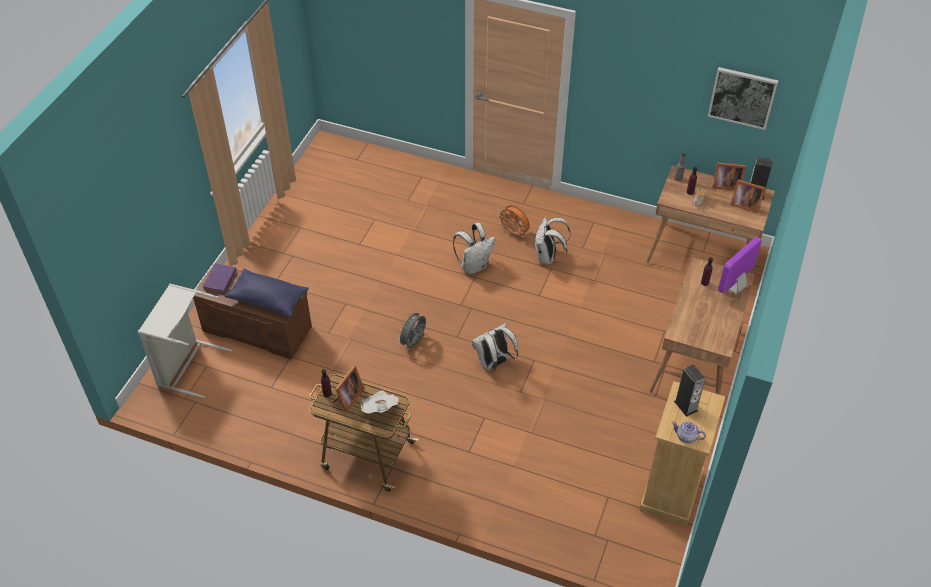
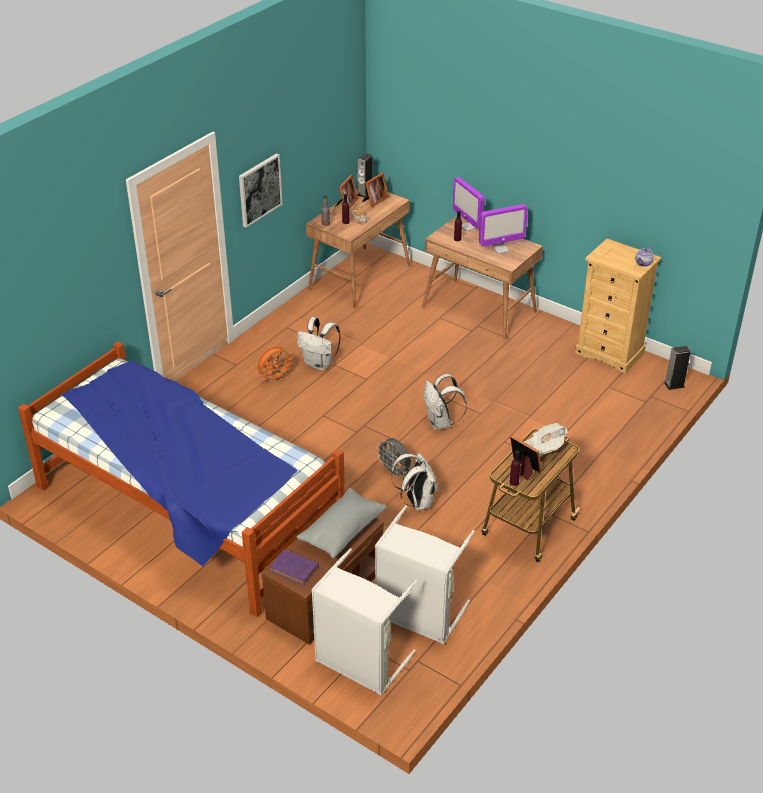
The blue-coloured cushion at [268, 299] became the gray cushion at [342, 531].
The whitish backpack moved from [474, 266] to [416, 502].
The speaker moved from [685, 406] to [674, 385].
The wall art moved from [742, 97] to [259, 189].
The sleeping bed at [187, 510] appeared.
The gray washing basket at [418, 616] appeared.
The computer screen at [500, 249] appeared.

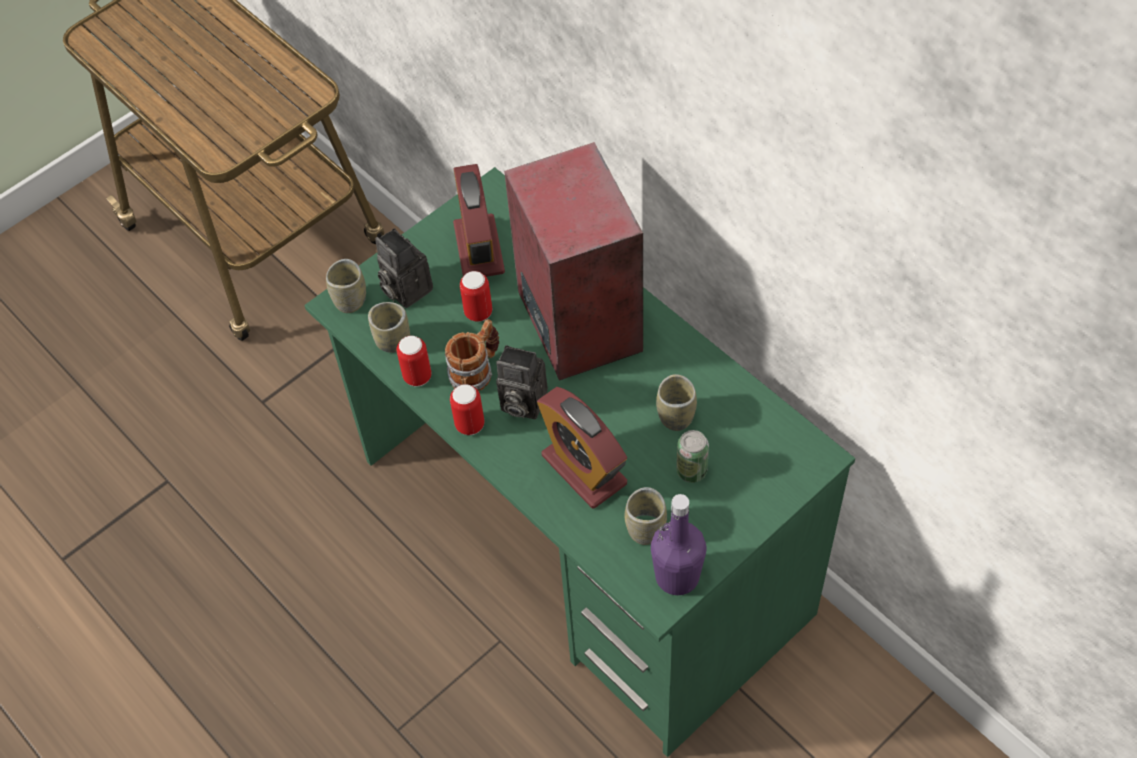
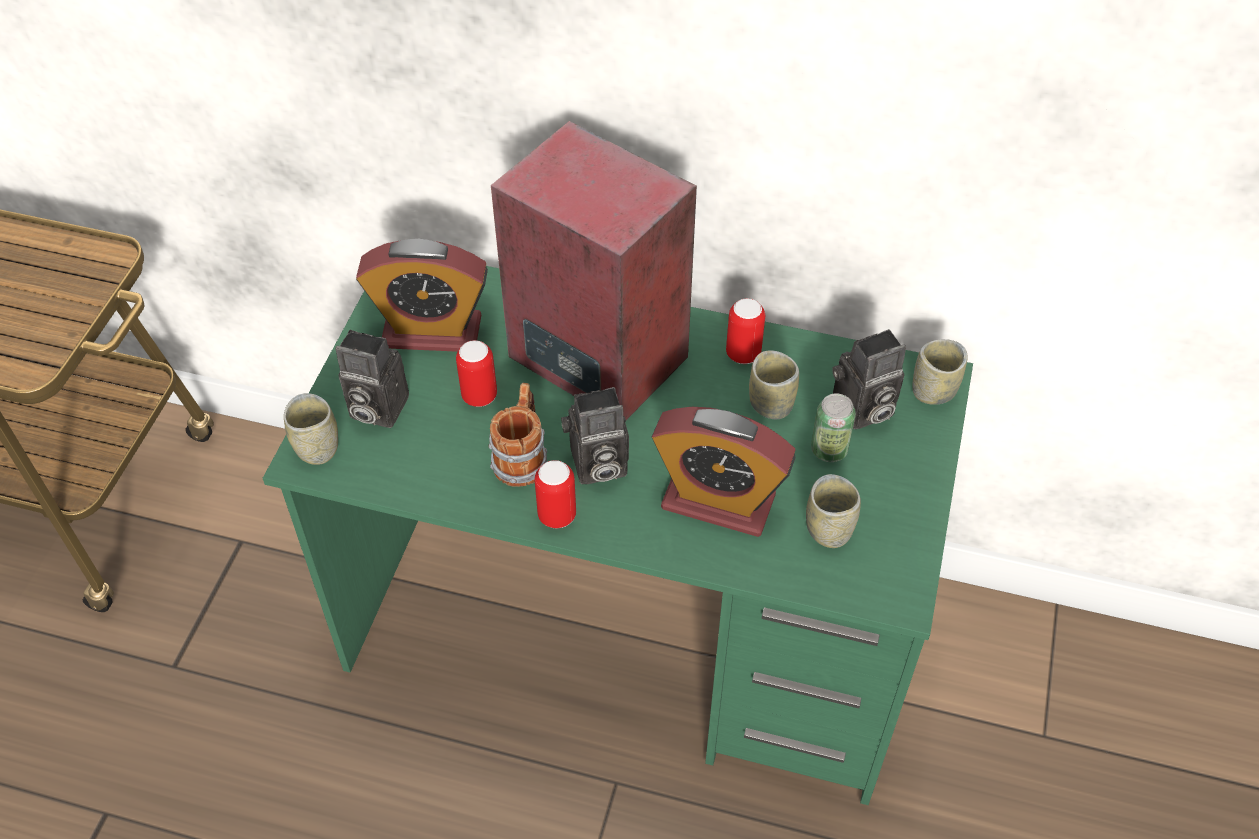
The cup moved from [393, 341] to [933, 391].
The can moved from [417, 376] to [743, 354].
The table clock at [479, 248] turned 45 degrees counterclockwise.
The purple beverage bottle at [677, 576] disappeared.
The still camera at [862, 411] appeared.

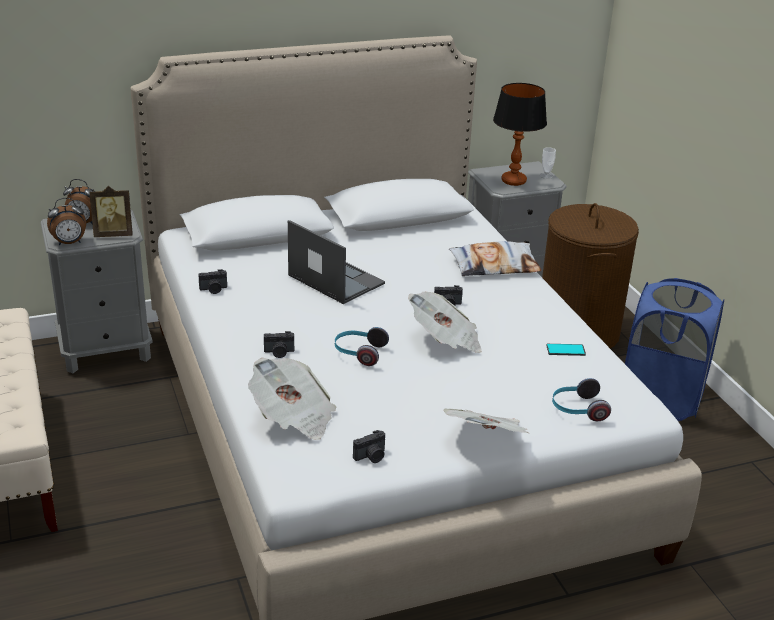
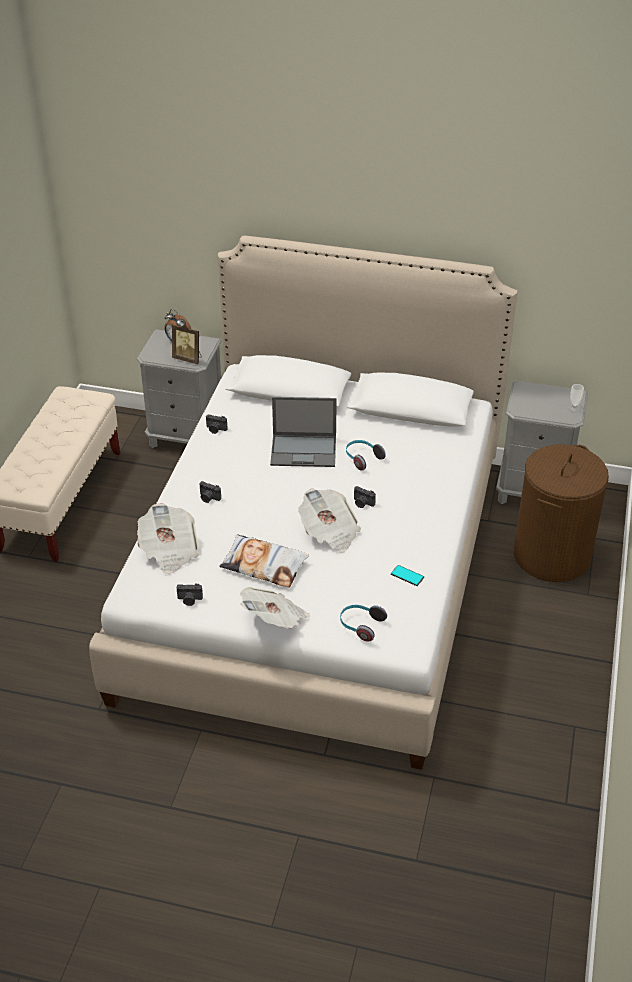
The table clock at [69, 243] disappeared.
The laptop at [335, 279] turned 105 degrees clockwise.
The headset moved from [359, 353] to [362, 458].
The cushion moved from [494, 266] to [264, 565].
The table lamp at [514, 181] disappeared.
The blue-coloured washing basket at [661, 399] disappeared.

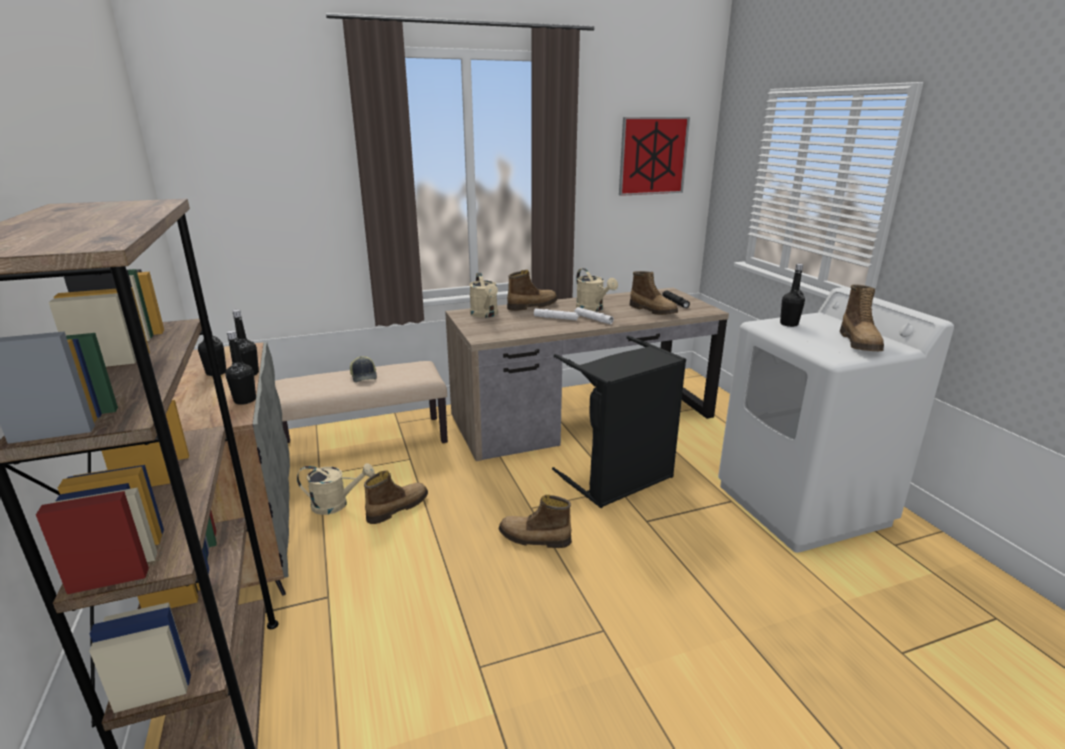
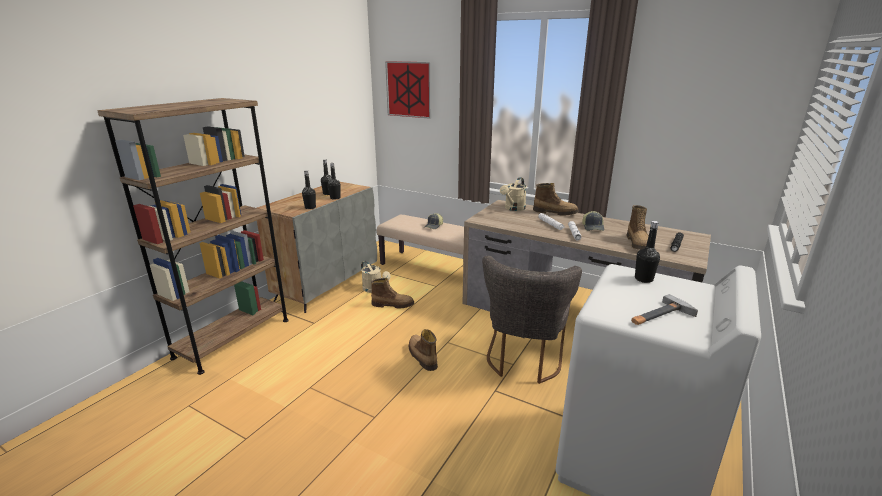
The black washing basket at [620, 480] was replaced by the gray upright chair at [523, 360].
The beige-coloured sprinkling can at [593, 309] was replaced by the peaked cap at [593, 227].
The wall art moved from [653, 156] to [409, 89].
The tall boot at [860, 343] was replaced by the hammer at [660, 316].

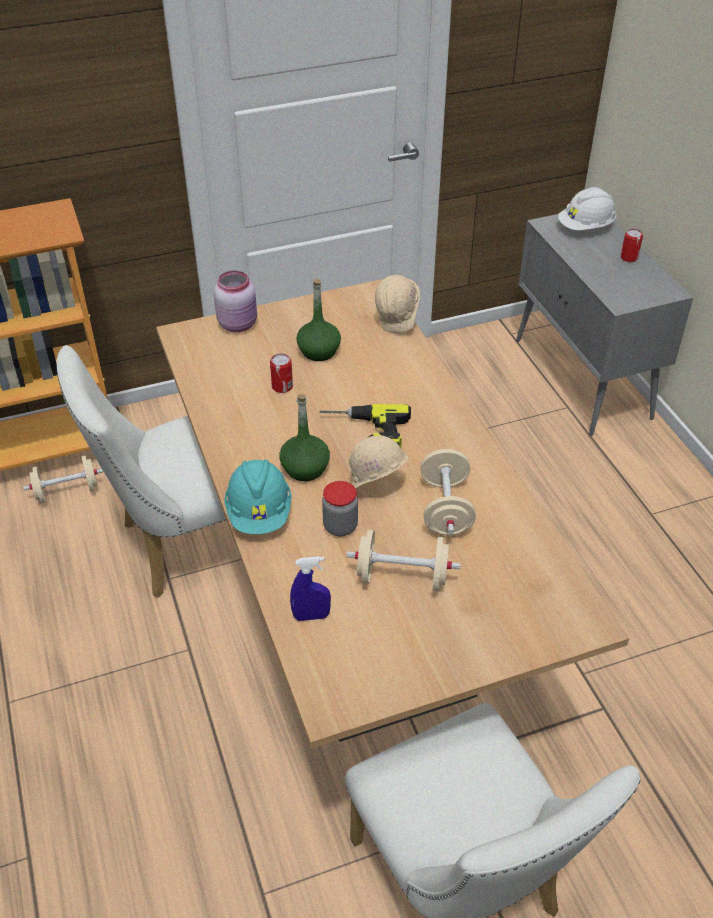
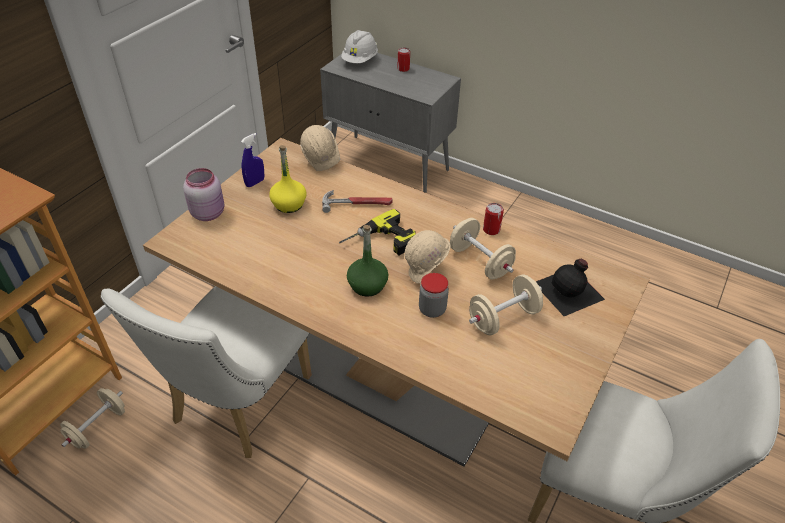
The blue-green hard hat at [259, 513] disappeared.
The can moved from [282, 386] to [491, 230].
The blue-coloured spray bottle moved from [311, 616] to [255, 183].
The green beverage bottle at [319, 351] became the yellowish beverage bottle at [289, 204].
The hammer at [357, 203] appeared.
The black beverage bottle at [570, 291] appeared.

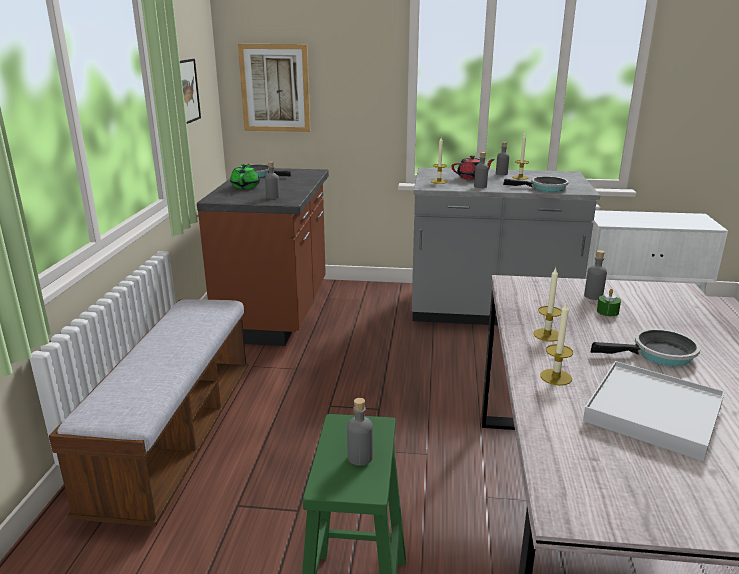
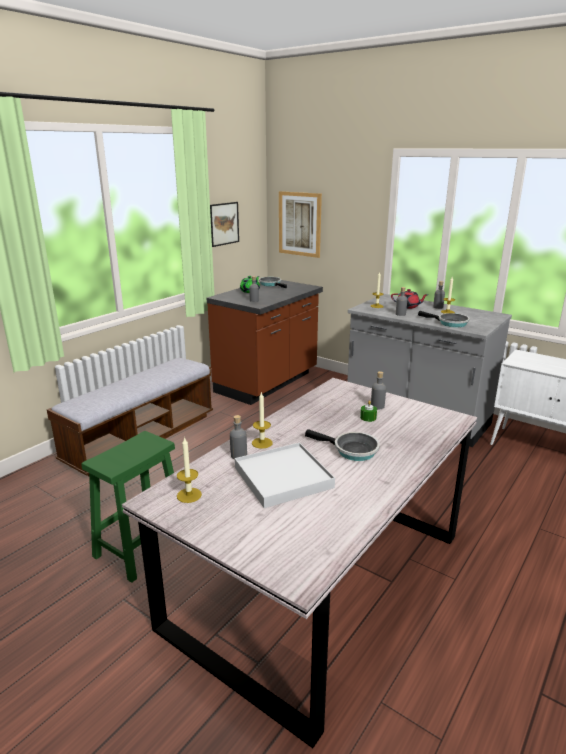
The gray beverage bottle moved from [360, 457] to [238, 455].
The wax light moved from [547, 335] to [189, 495].

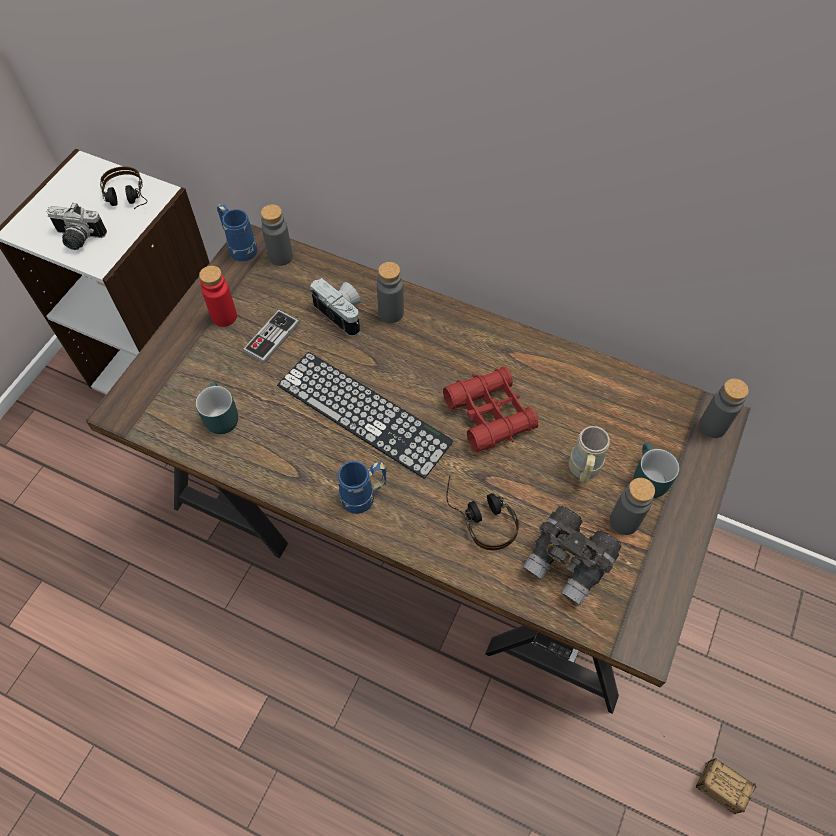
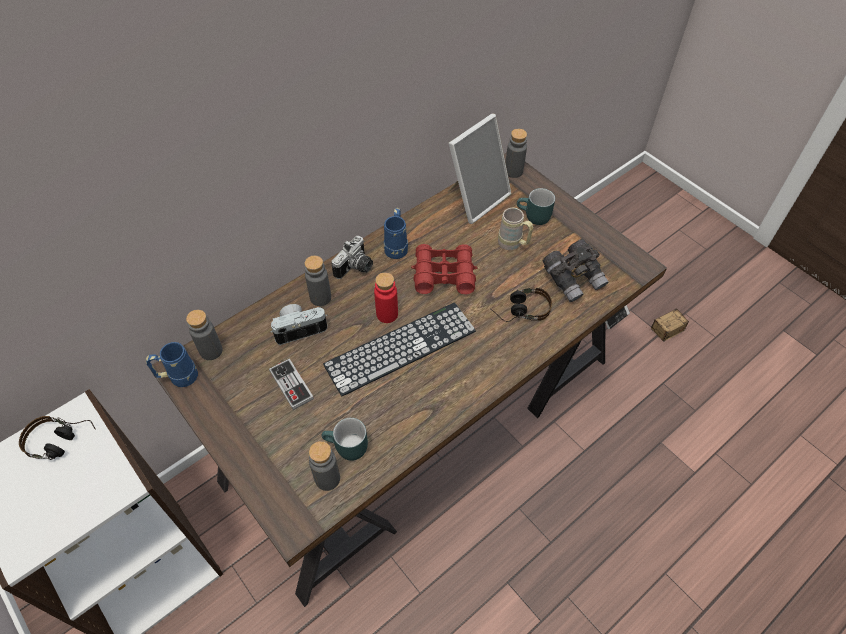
The still camera moved from [78, 239] to [356, 268].
The red beverage bottle moved from [224, 316] to [387, 314].
The blue-coloured mug moved from [364, 497] to [397, 246].
The gray beverage bottle moved from [624, 521] to [327, 478].
The standing frame at [476, 198] appeared.

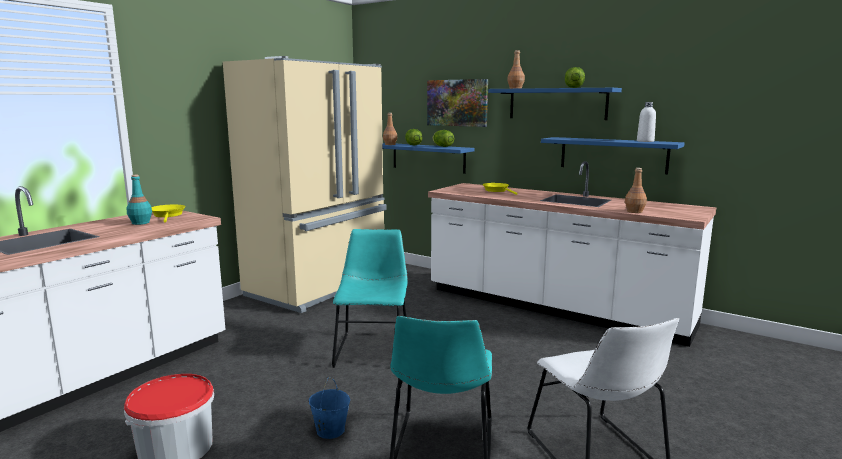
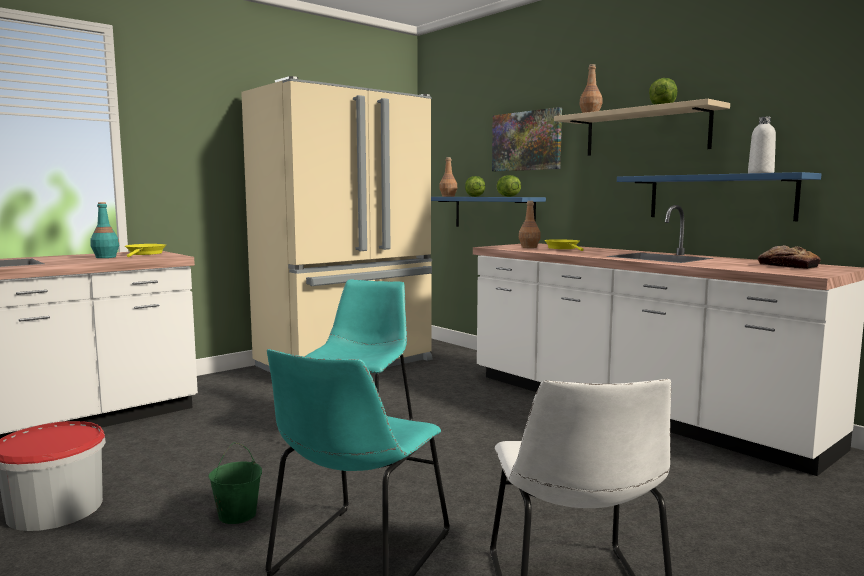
The blue-coloured water bucket at [330, 430] became the green water bucket at [236, 515].
The blue-coloured bracket shelf at [557, 104] became the beige-coloured bracket shelf at [646, 132].
The brown-coloured beverage bottle moved from [634, 211] to [528, 247].
The bread at [787, 266] appeared.

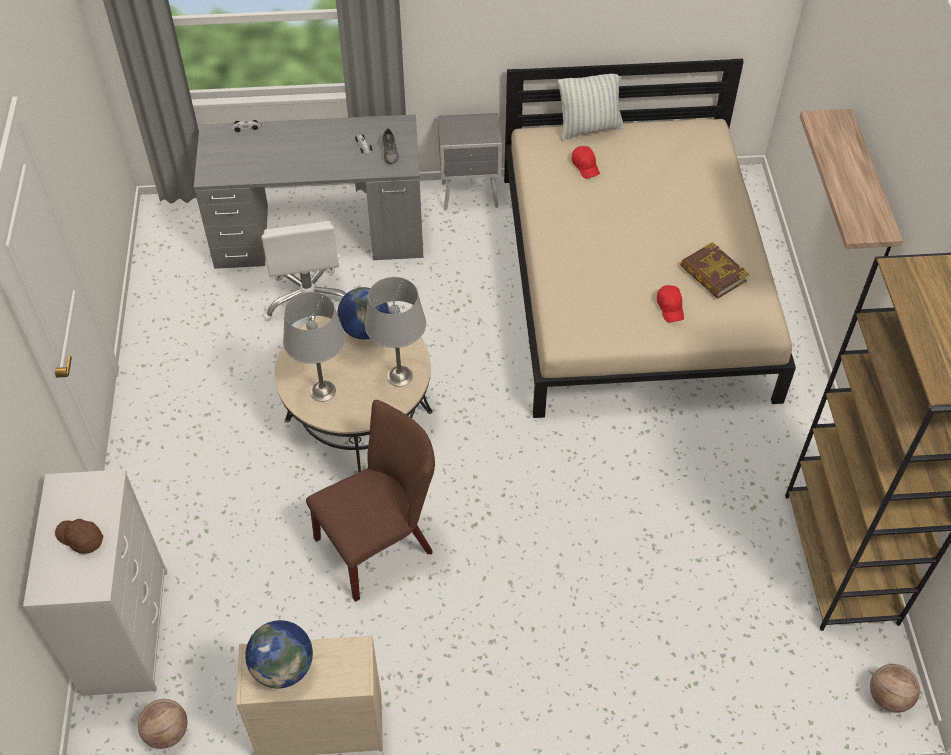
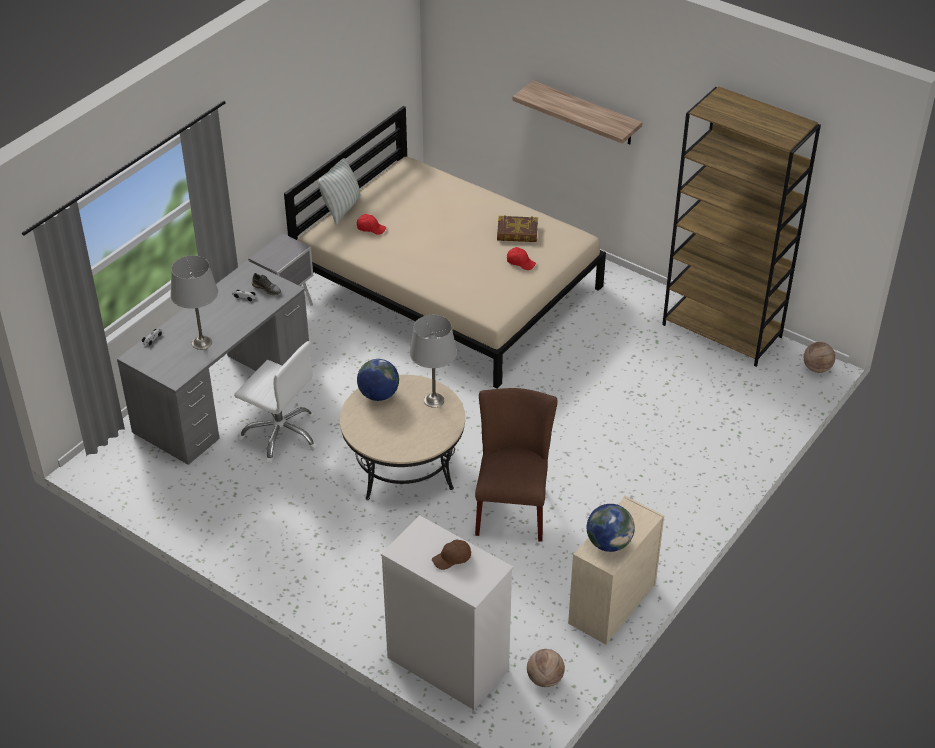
The gray table lamp moved from [322, 391] to [202, 343].

